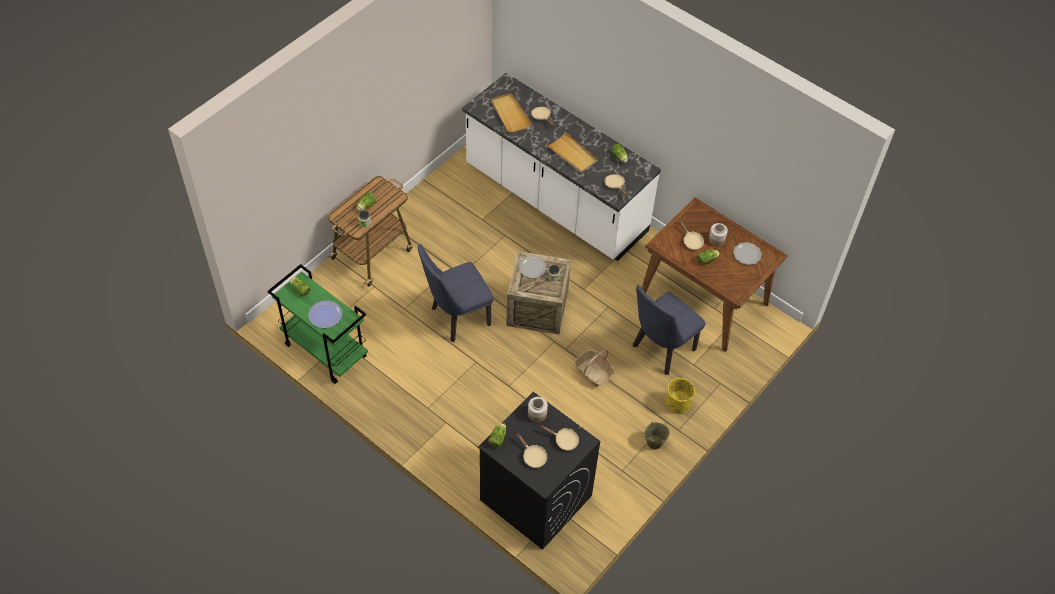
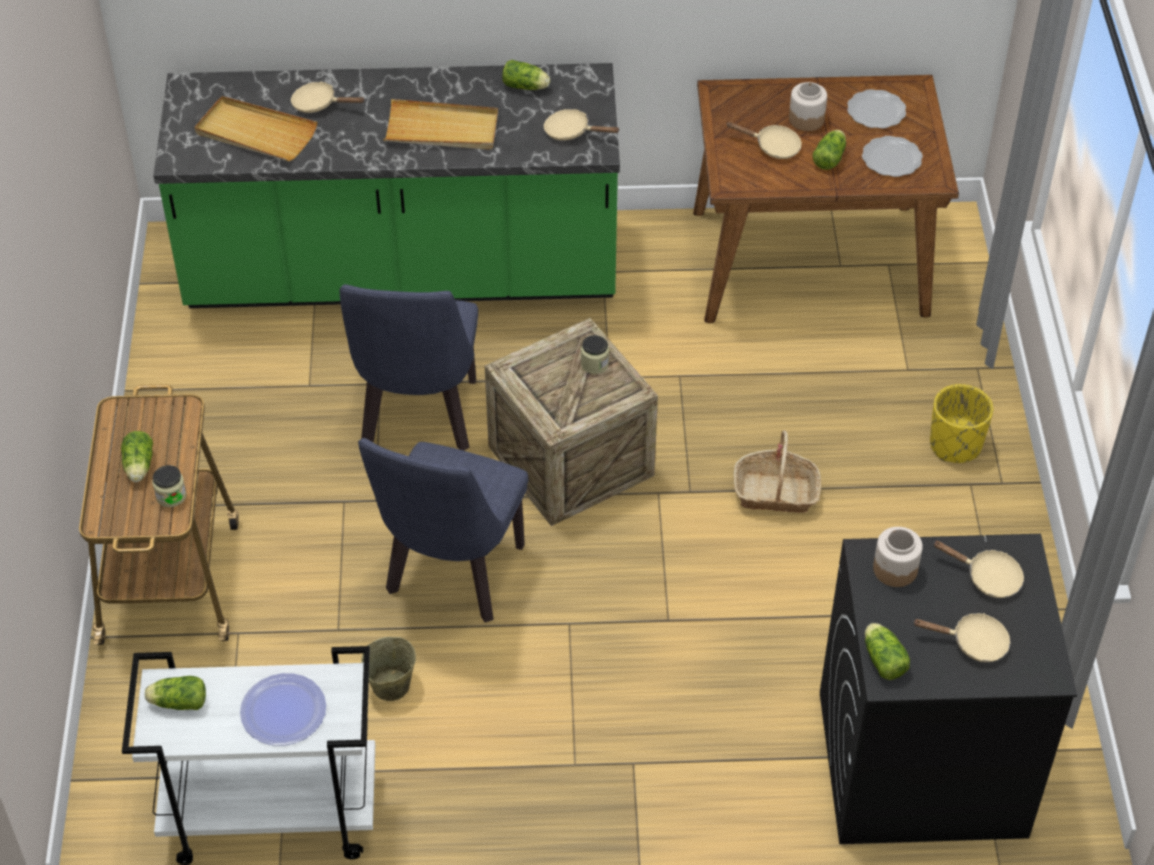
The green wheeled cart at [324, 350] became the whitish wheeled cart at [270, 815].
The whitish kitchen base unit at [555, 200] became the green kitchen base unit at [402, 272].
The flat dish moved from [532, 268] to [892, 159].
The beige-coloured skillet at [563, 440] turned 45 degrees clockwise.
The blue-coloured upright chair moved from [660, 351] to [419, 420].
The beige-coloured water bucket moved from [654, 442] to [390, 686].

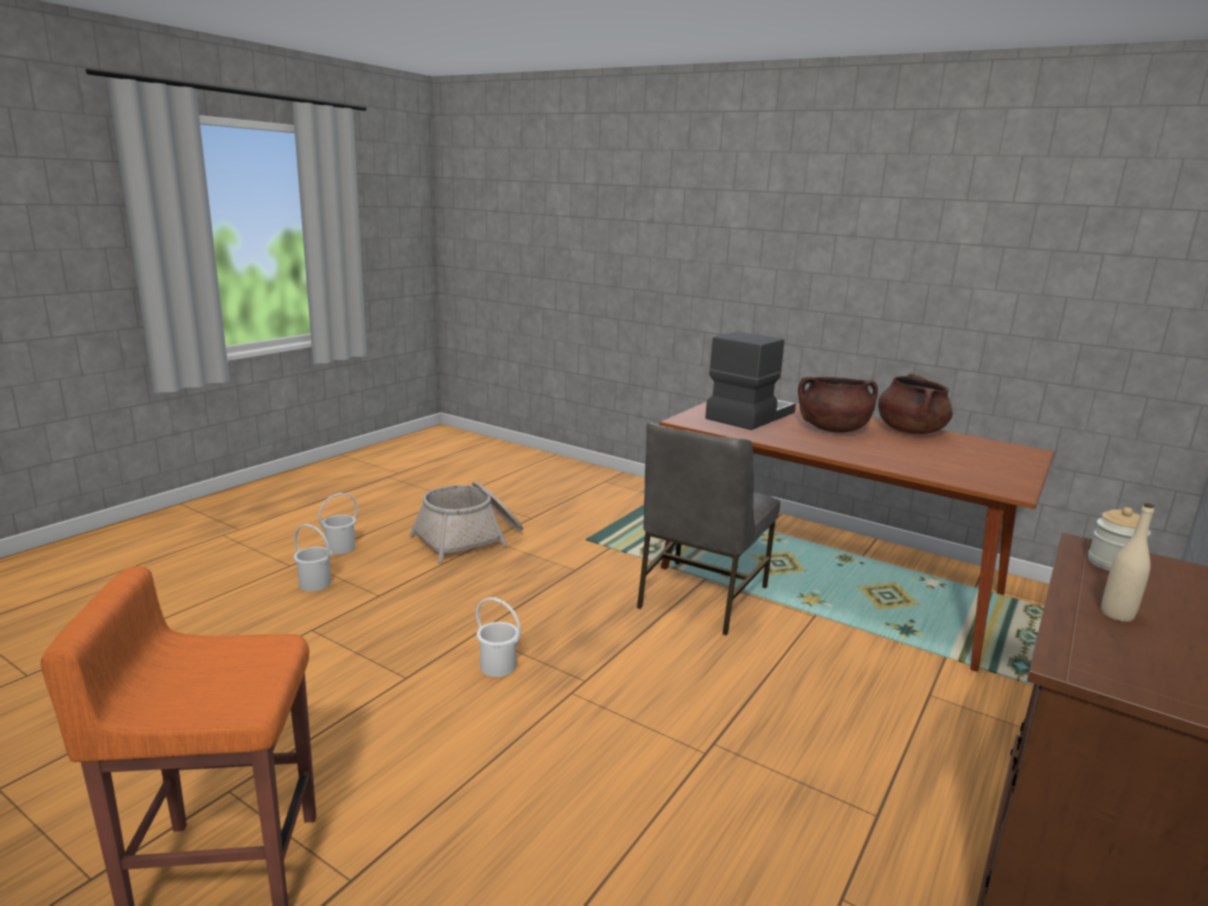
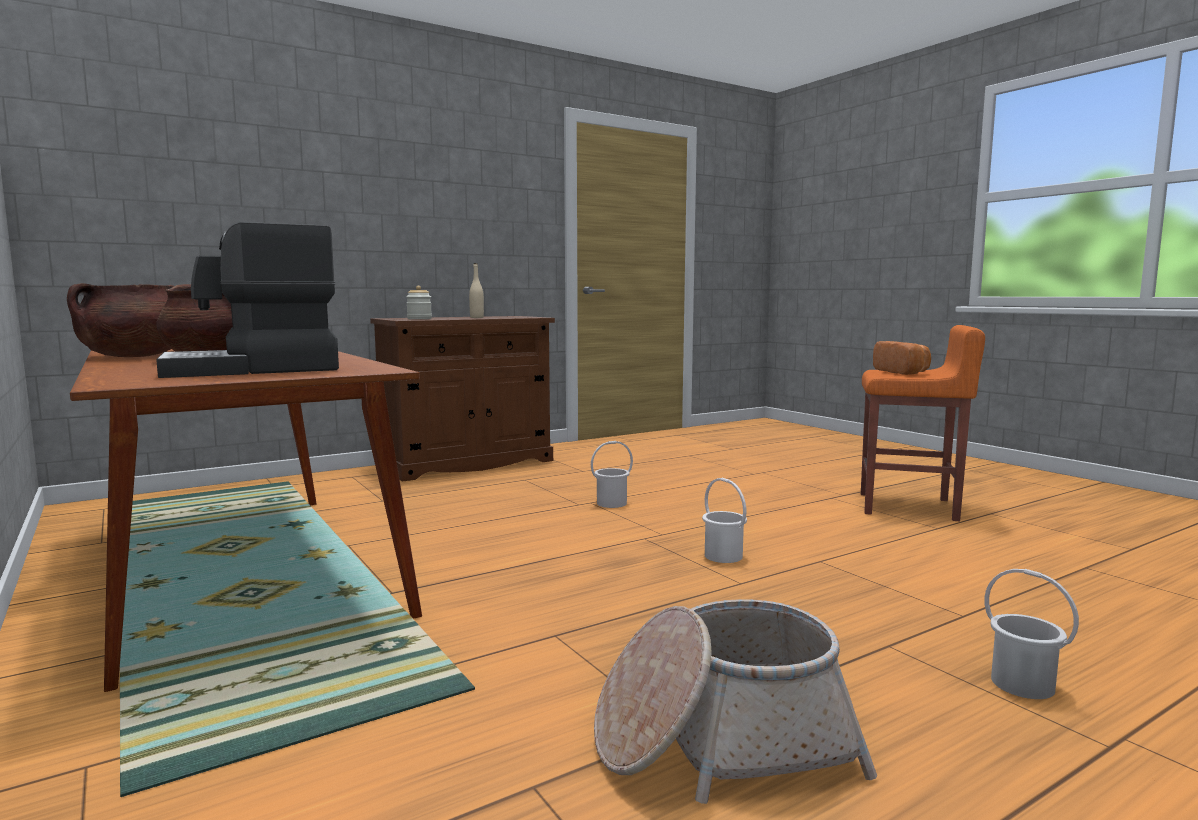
The whitish water bucket moved from [340, 548] to [612, 503].
The gray upright chair at [699, 598] disappeared.
The bread at [903, 372] appeared.

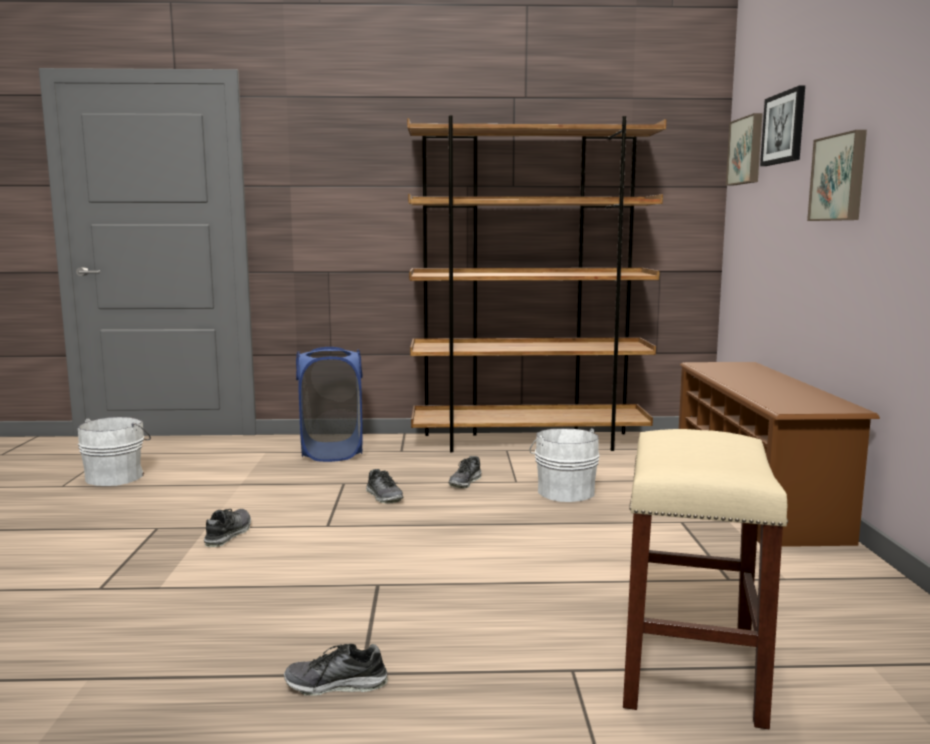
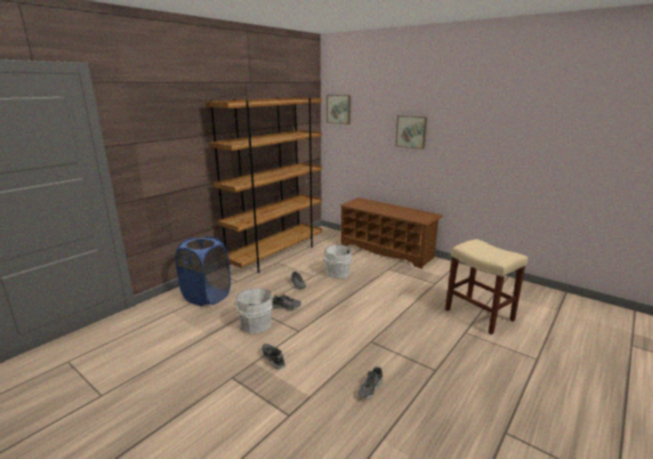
The whitish water bucket moved from [117, 477] to [255, 323].
The shoe moved from [336, 685] to [370, 388].
The wall art at [784, 128] disappeared.

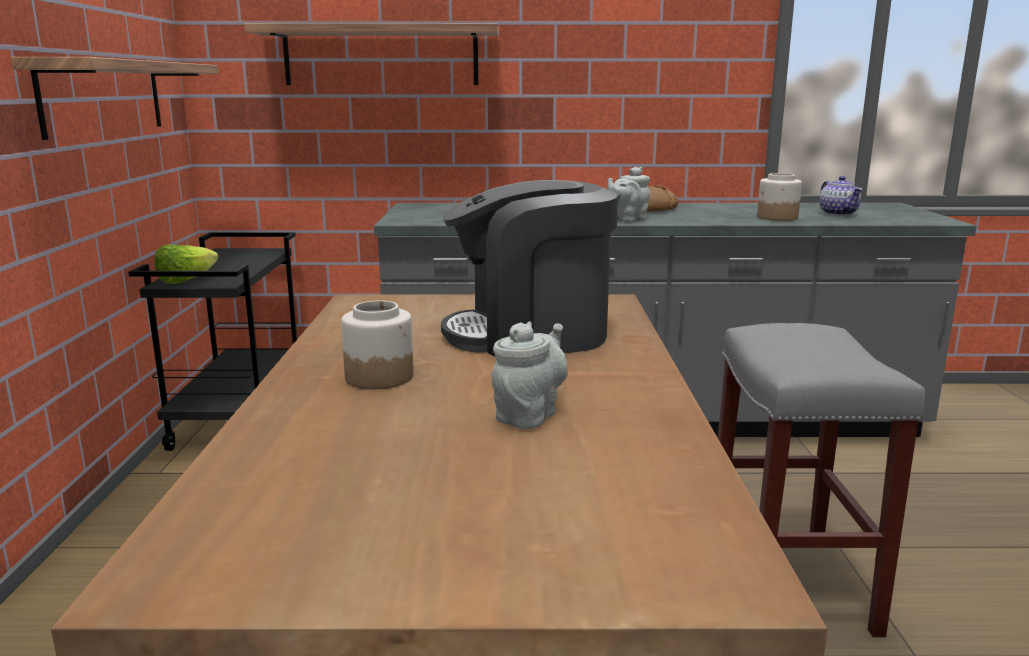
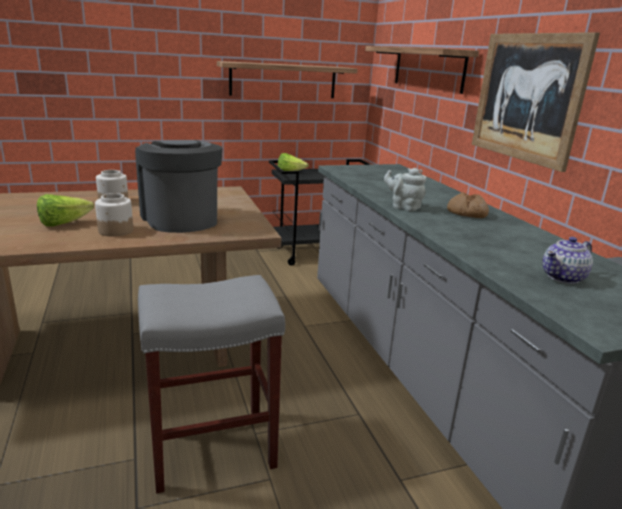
The gray teapot at [529, 415] was replaced by the lettuce at [63, 224].
The preserve jar moved from [777, 217] to [115, 231].
The wall art at [527, 97] appeared.

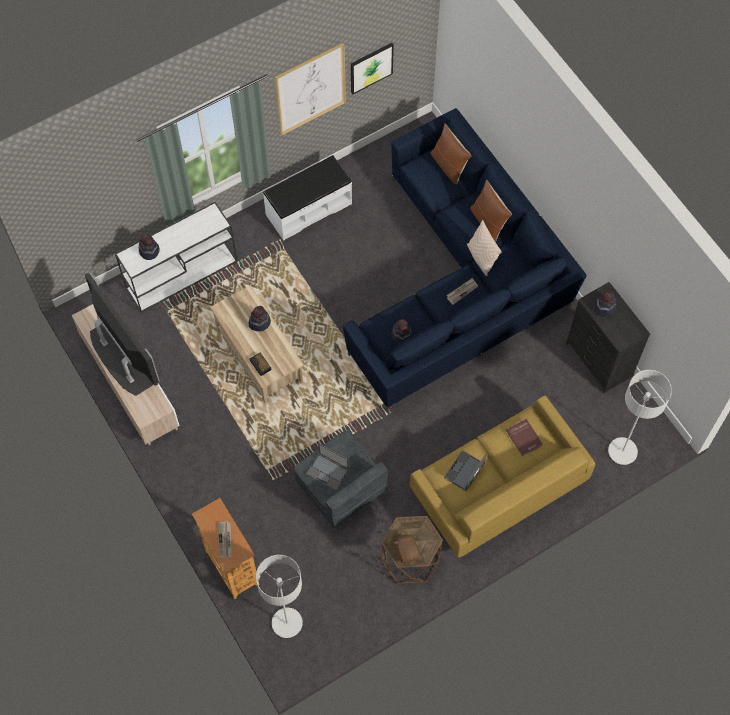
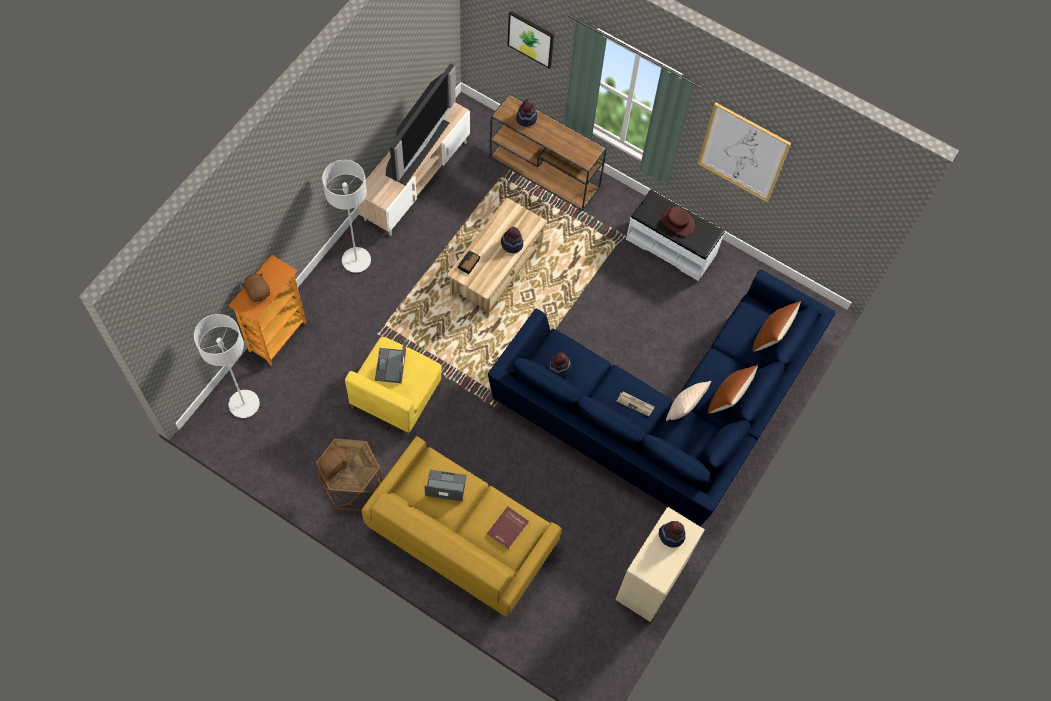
The whitish hall table at [182, 274] became the brown-coloured hall table at [545, 172].
The newspaper at [225, 540] was replaced by the brown-coloured soft toy at [258, 292].
The gray armchair at [340, 487] became the yellowish armchair at [397, 394].
The wall art moved from [371, 67] to [531, 39].
The black chest of drawers at [598, 360] became the beige-coloured chest of drawers at [650, 580].
The gray floor lamp moved from [622, 451] to [356, 260].
The brown-coloured wearable hat at [677, 222] appeared.

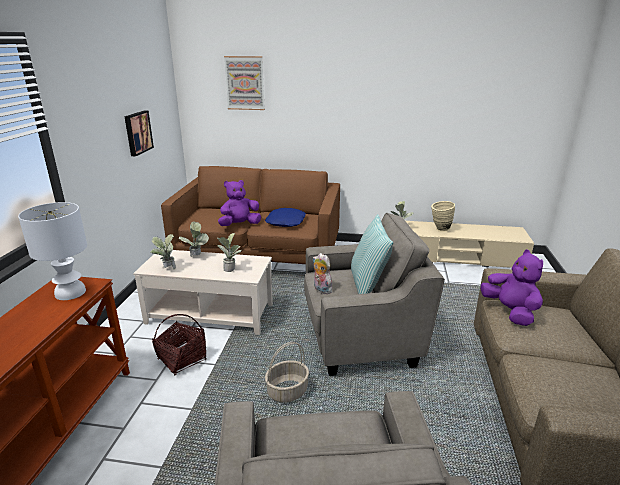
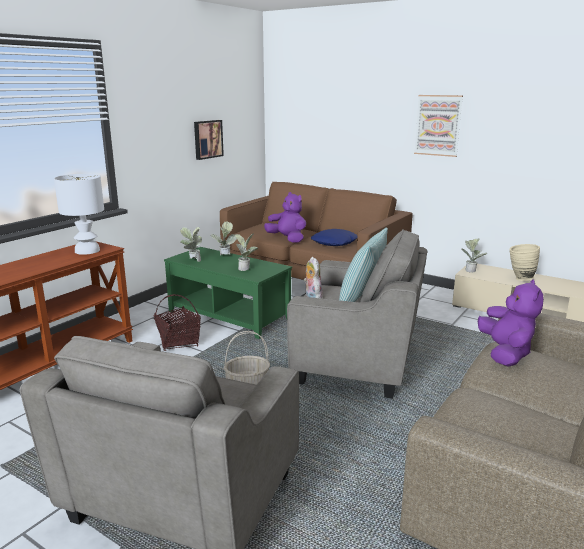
The beige-coloured coffee table at [210, 314] became the green coffee table at [229, 315].
The purple soft toy at [239, 225] turned 45 degrees clockwise.
The wall art moved from [245, 83] to [438, 125].

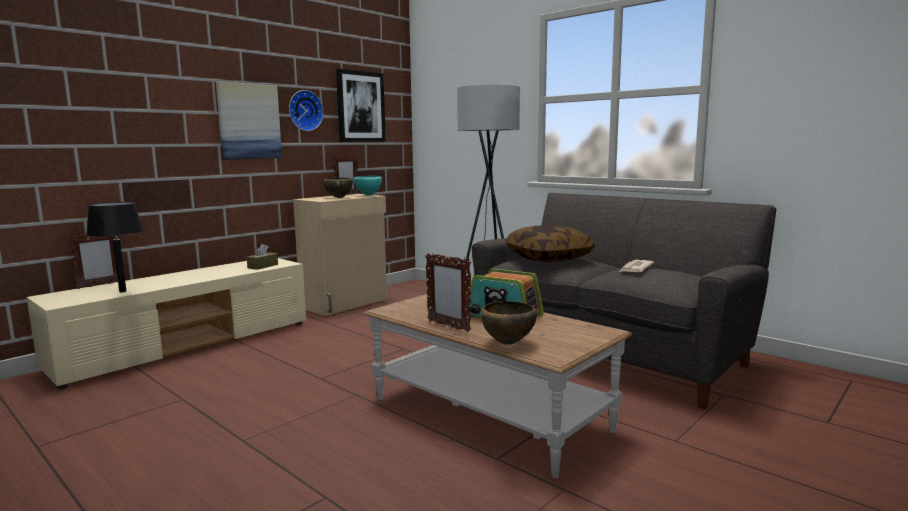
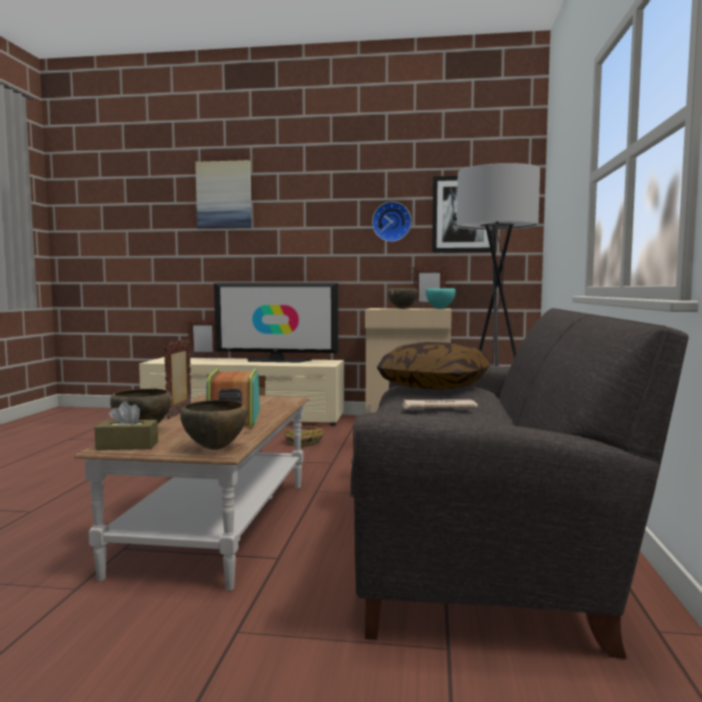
The black table lamp at [123, 291] disappeared.
The wall art moved from [249, 121] to [224, 195].
The brown-coloured tissue holder moved from [263, 266] to [127, 446].
The brown-coloured serving bowl at [215, 449] appeared.
The TV at [276, 360] appeared.
The basket at [303, 441] appeared.

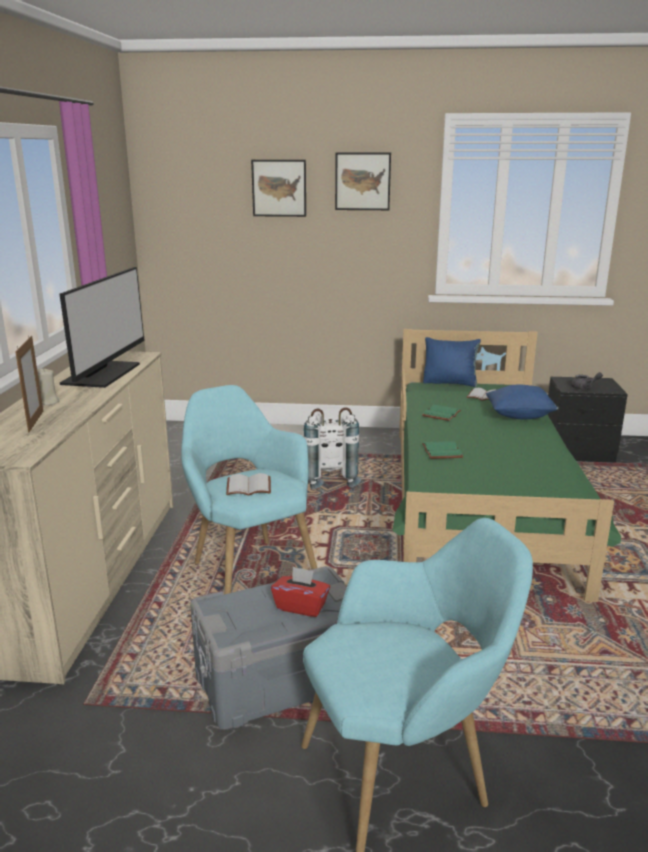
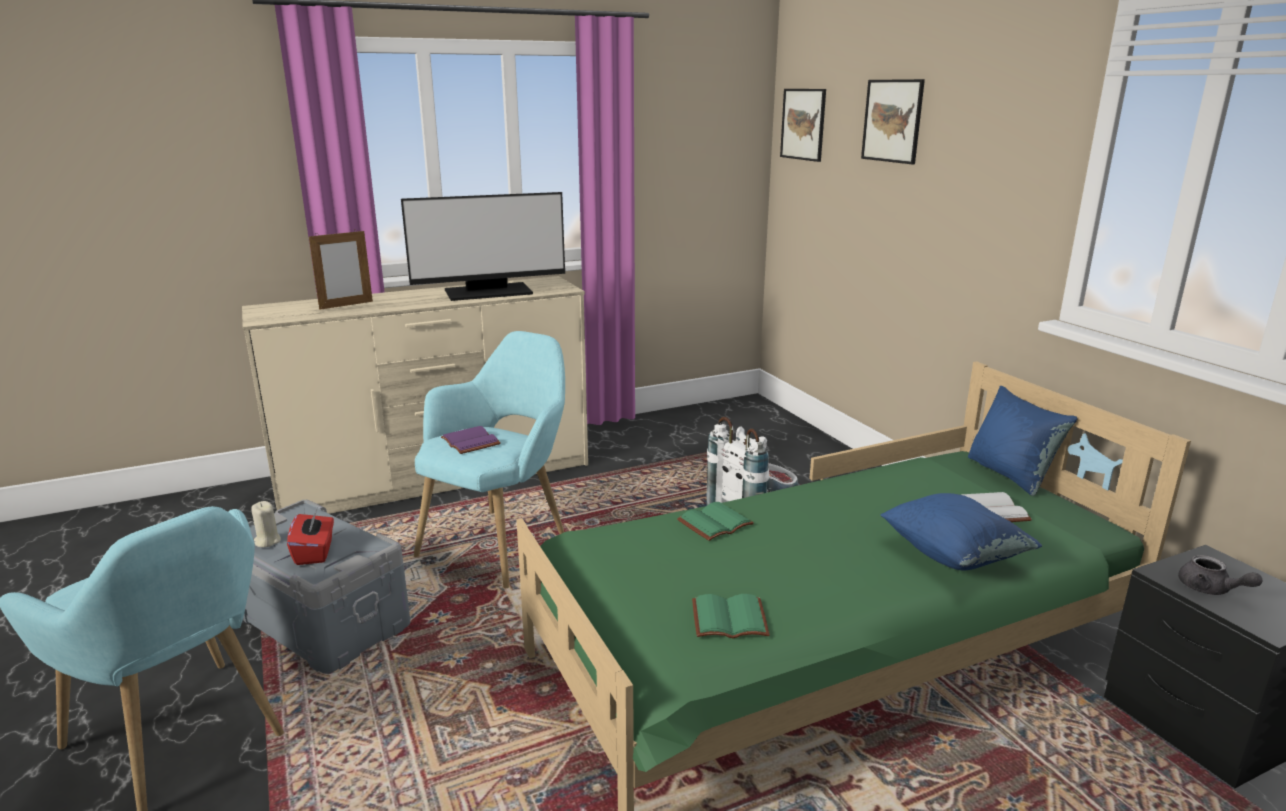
The beige-coloured wax light moved from [48, 402] to [267, 541].
The whitish book at [249, 486] became the purple book at [472, 442].
The wall art moved from [362, 181] to [803, 124].
The green book moved from [440, 414] to [730, 618].

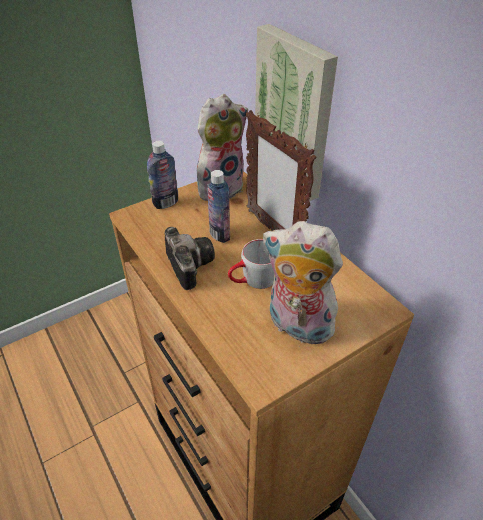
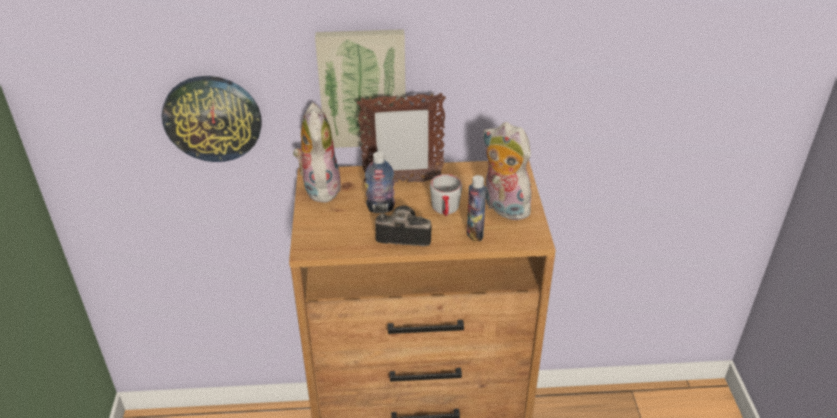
The beverage bottle moved from [166, 203] to [475, 233].
The soft toy at [296, 326] turned 75 degrees clockwise.
The clock on the wall at [212, 118] appeared.

